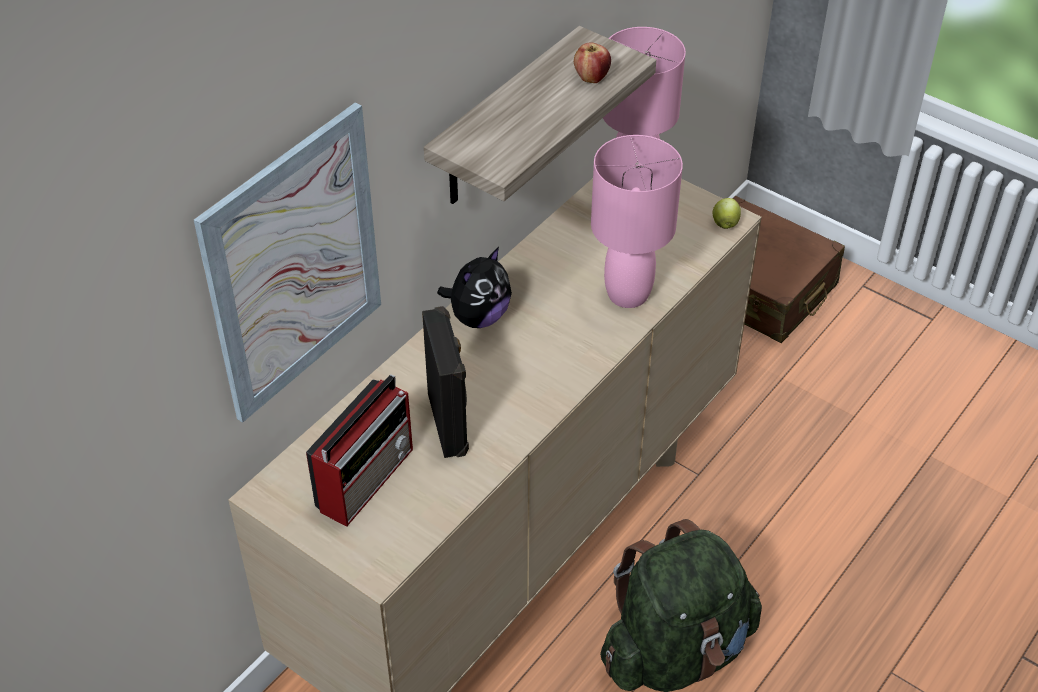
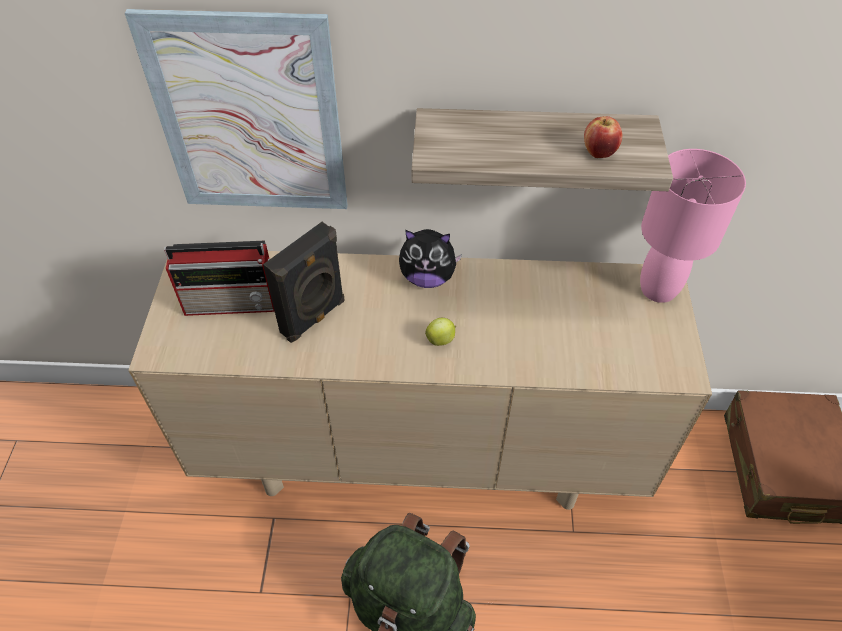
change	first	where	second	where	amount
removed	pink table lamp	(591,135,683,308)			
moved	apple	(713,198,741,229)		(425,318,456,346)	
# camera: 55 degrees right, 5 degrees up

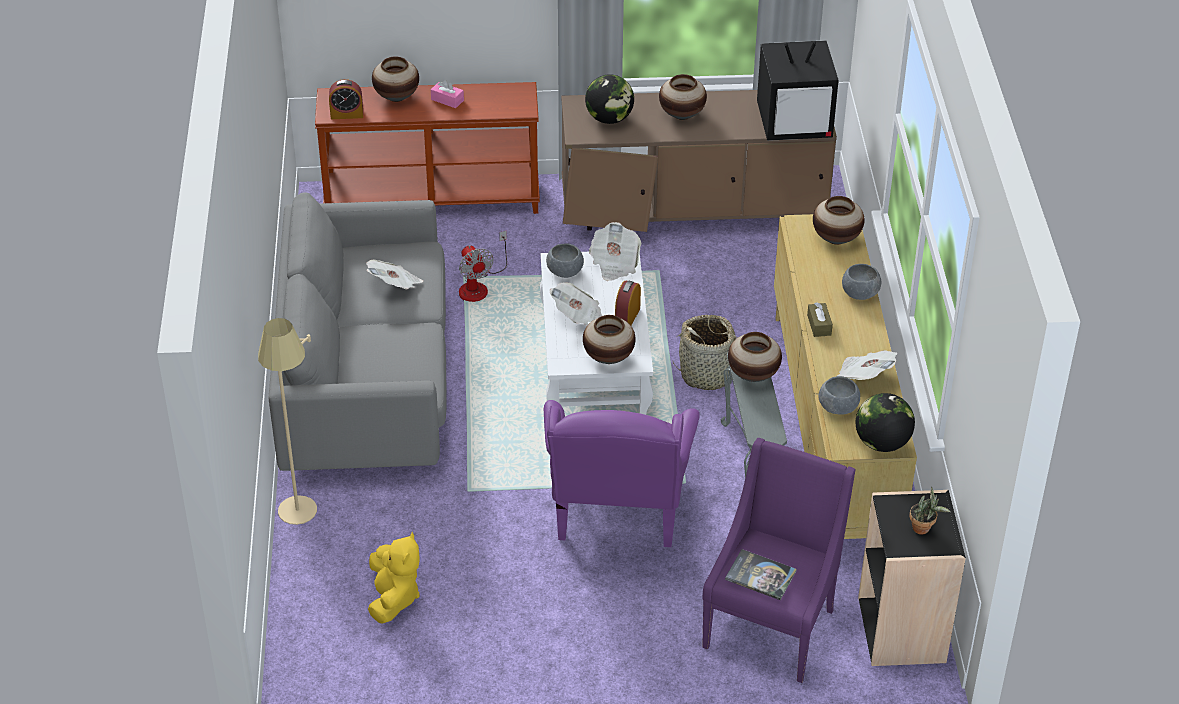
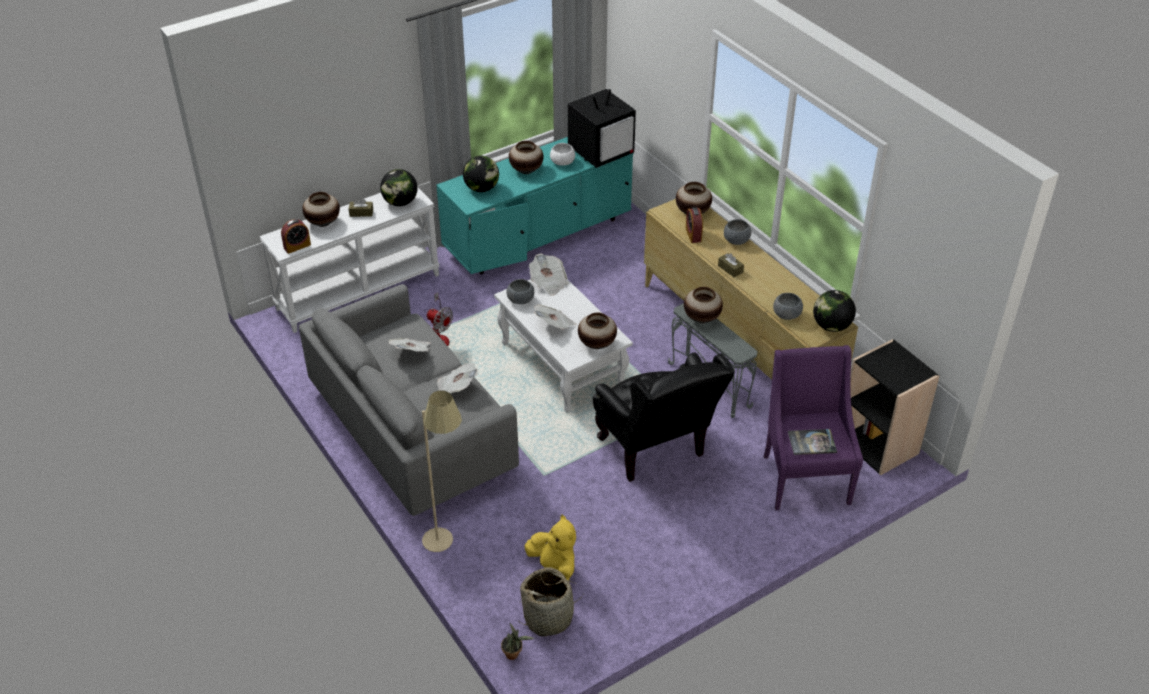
change	first	where	second	where	amount
added			globe	(380,169,418,206)	
added			white bowl	(550,143,575,166)	
moved	alarm clock	(615,280,641,325)		(686,207,703,243)	
moved	basket	(673,315,737,390)		(520,567,584,637)	
moved	newspaper	(837,350,897,380)		(437,363,478,393)	
moved	potted plant	(909,486,951,535)		(501,623,534,660)	
recoloured	brown console table	(315,82,540,214)	white console table	(260,188,440,333)	
recoloured	pink tissue box	(431,80,464,108)	brown tissue box	(349,198,373,217)	
recoloured	purple armchair	(544,400,700,547)	black armchair	(593,353,735,482)	
recoloured	brown tv stand	(561,90,837,232)	turquoise tv stand	(437,137,633,274)	
# camera: 30 degrees left, 0 degrees up

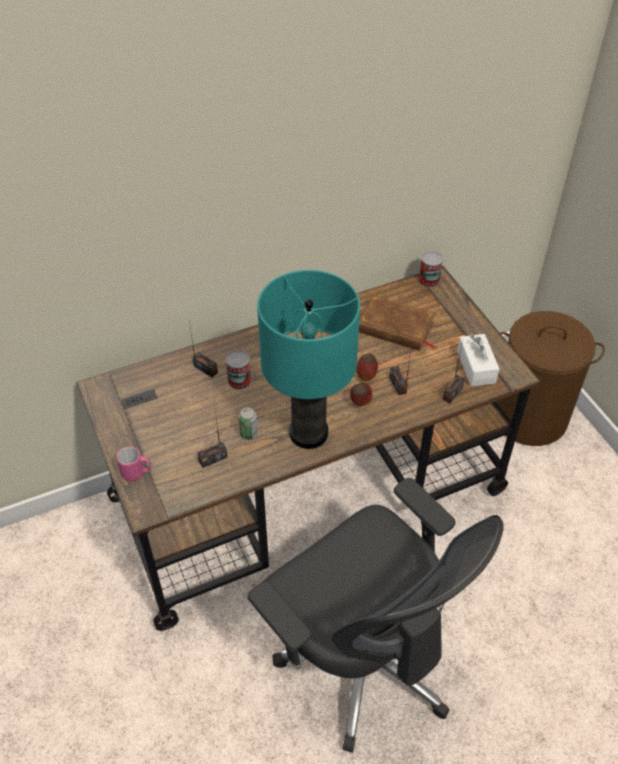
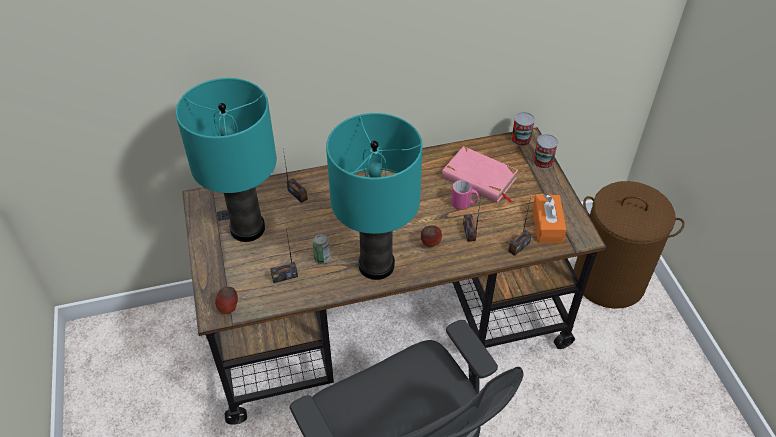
change	first	where	second	where	amount
added			turquoise table lamp	(176,78,277,242)	
moved	pink mug	(117,447,152,481)		(451,180,479,210)	
moved	can	(226,350,251,390)		(533,134,558,169)	
moved	apple	(356,354,378,381)		(215,287,238,314)	
recoloured	brown book	(359,295,435,351)	pink book	(442,146,518,203)	
recoloured	white tissue box	(457,334,499,387)	orange tissue box	(532,195,566,243)	
# camera: 10 degrees right, 0 degrees up

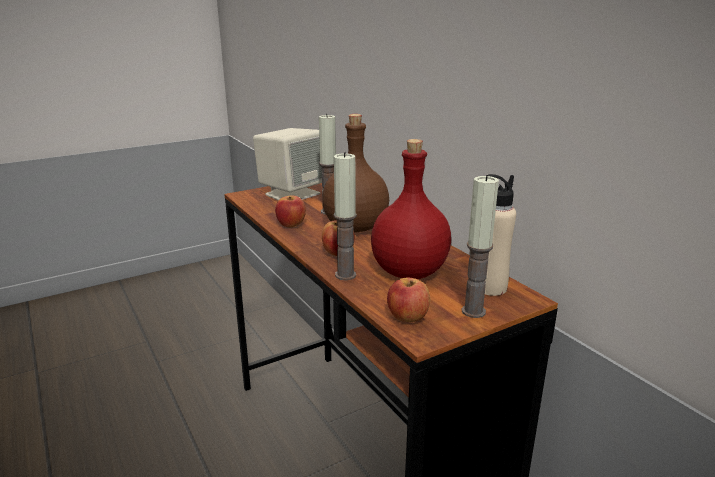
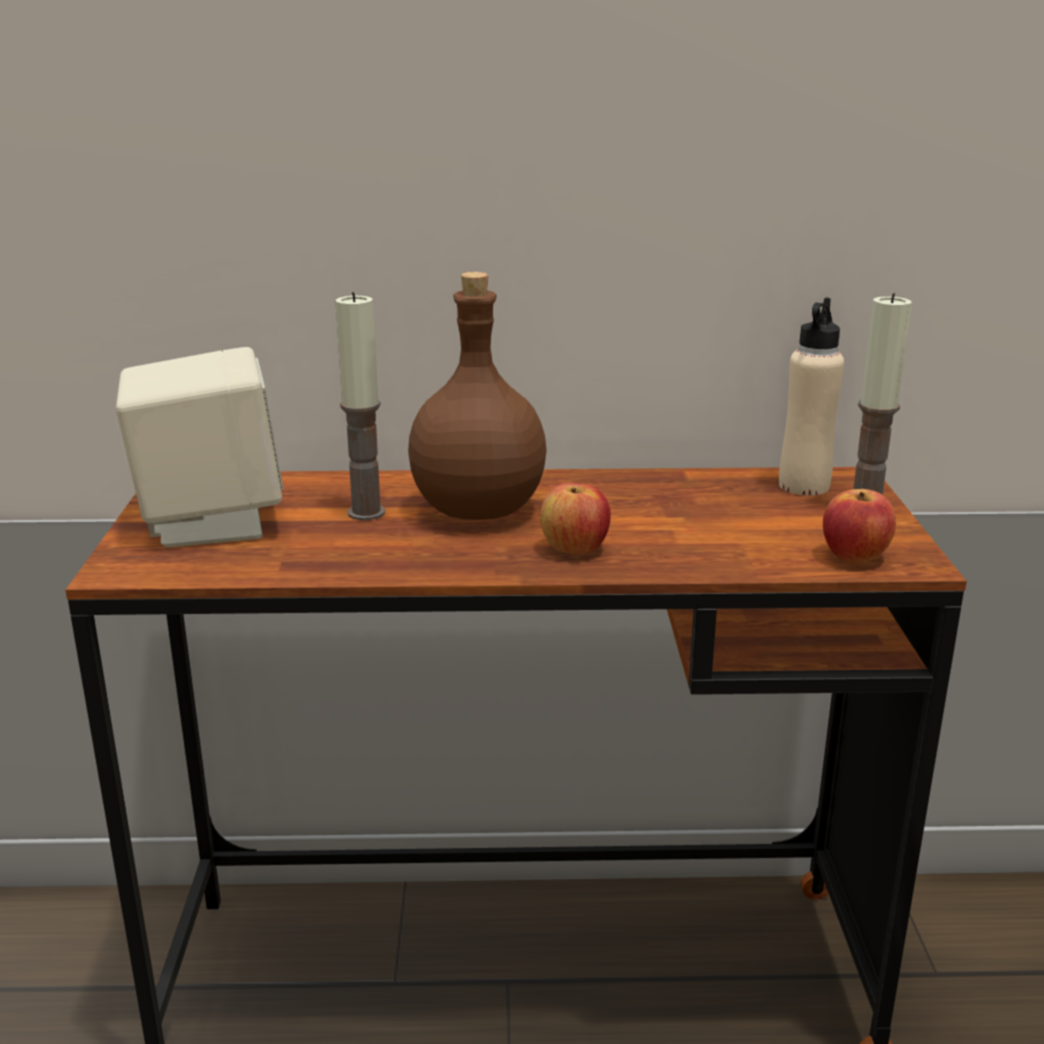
change	first	where	second	where	amount
removed	apple	(275,195,306,228)			
removed	candle	(334,152,357,280)			
removed	red bottle	(371,139,451,279)			
# camera: 60 degrees left, 0 degrees up

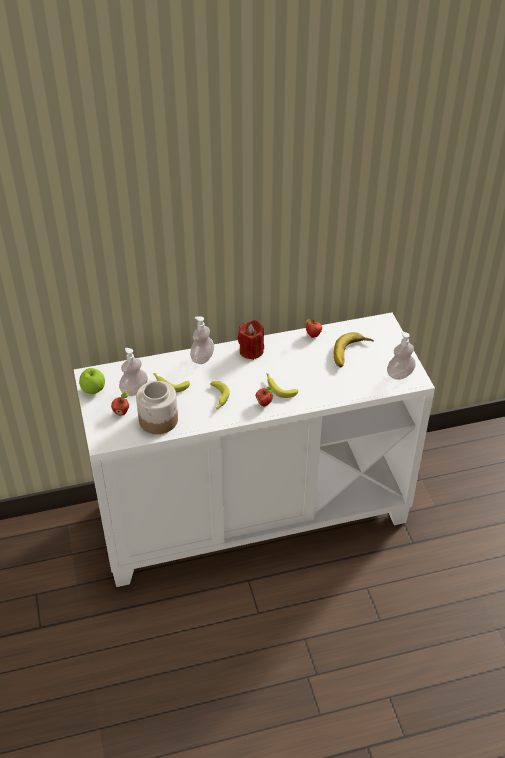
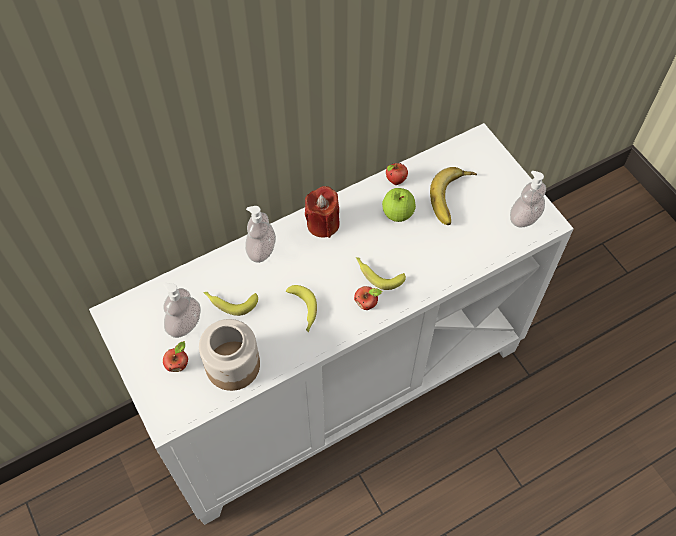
change	first	where	second	where	amount
moved	apple	(79,368,105,394)		(382,188,416,222)	
# camera: 15 degrees left, 15 degrees up

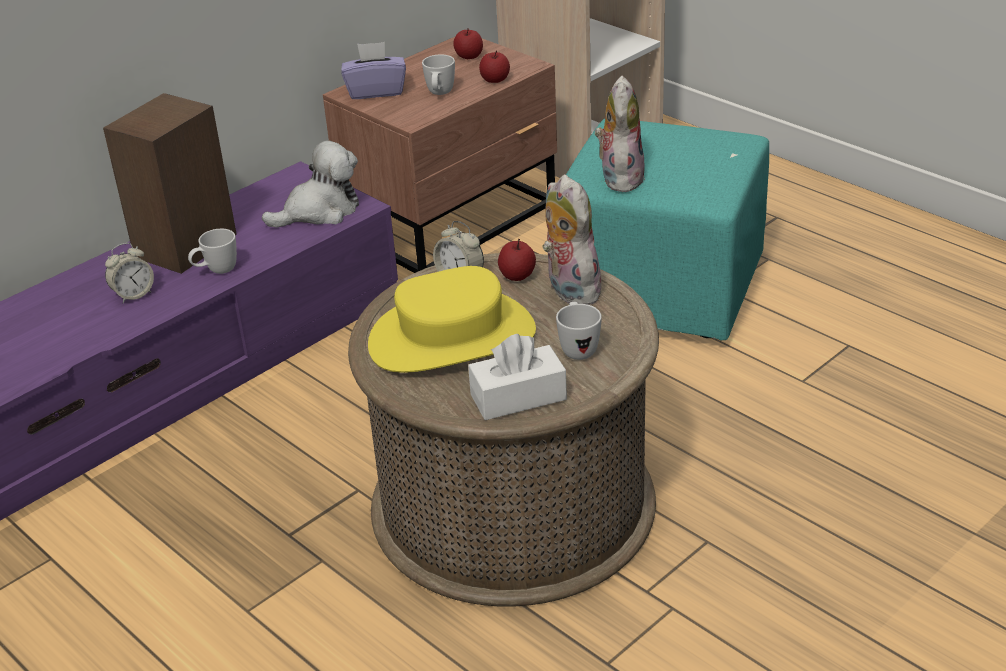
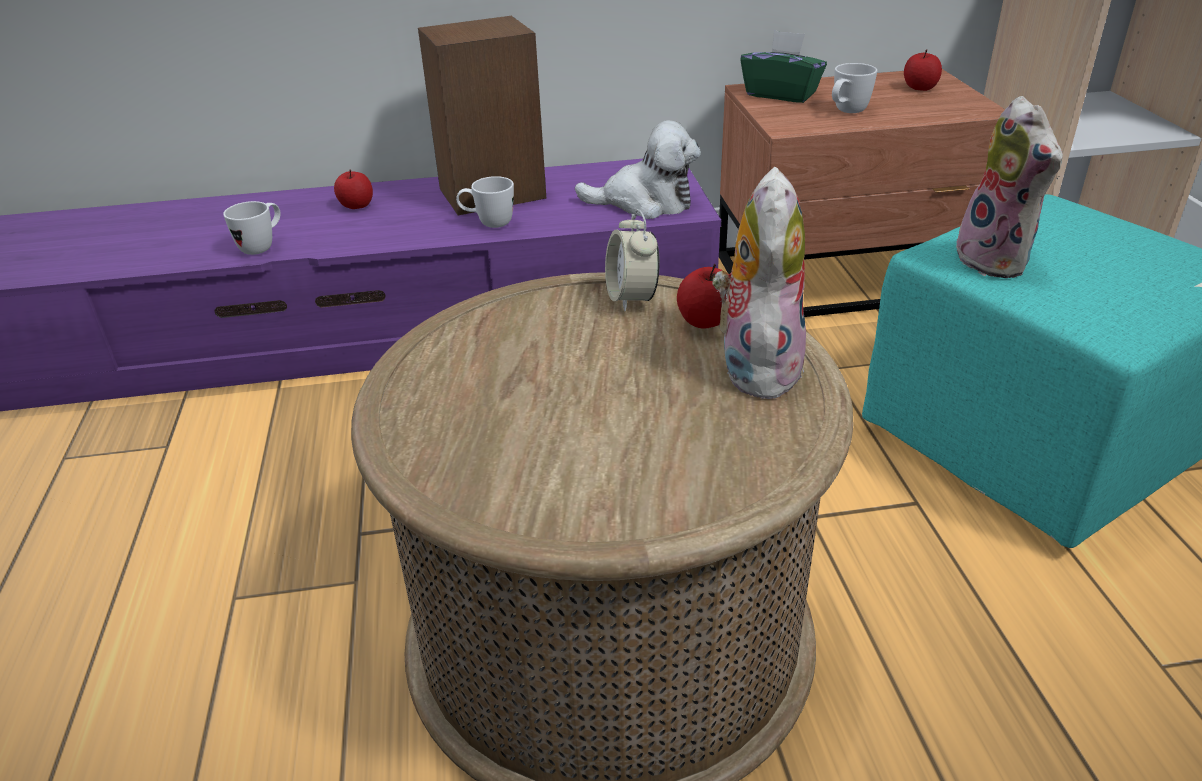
change	first	where	second	where	amount
removed	alarm clock	(105,243,154,303)			
removed	yellow hat	(368,266,536,373)			
removed	white tissue box	(468,334,567,420)			
moved	apple	(479,50,510,83)		(334,169,373,209)	
moved	white mug	(556,302,602,360)		(223,201,281,255)	
recoloured	purple tissue box	(341,42,406,99)	green tissue box	(740,30,827,103)	
turned	plush toy	(595,76,645,192)		(950,96,1063,278)	120 degrees clockwise
# camera: 35 degrees right, 0 degrees up

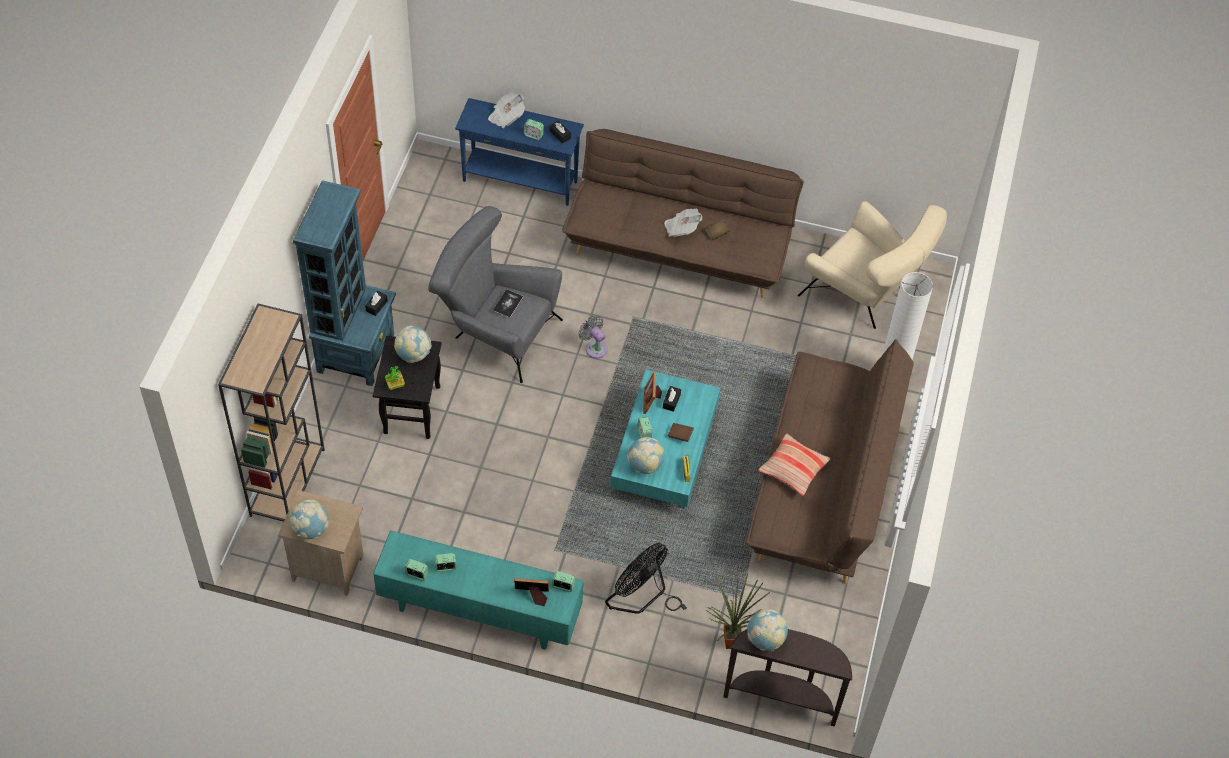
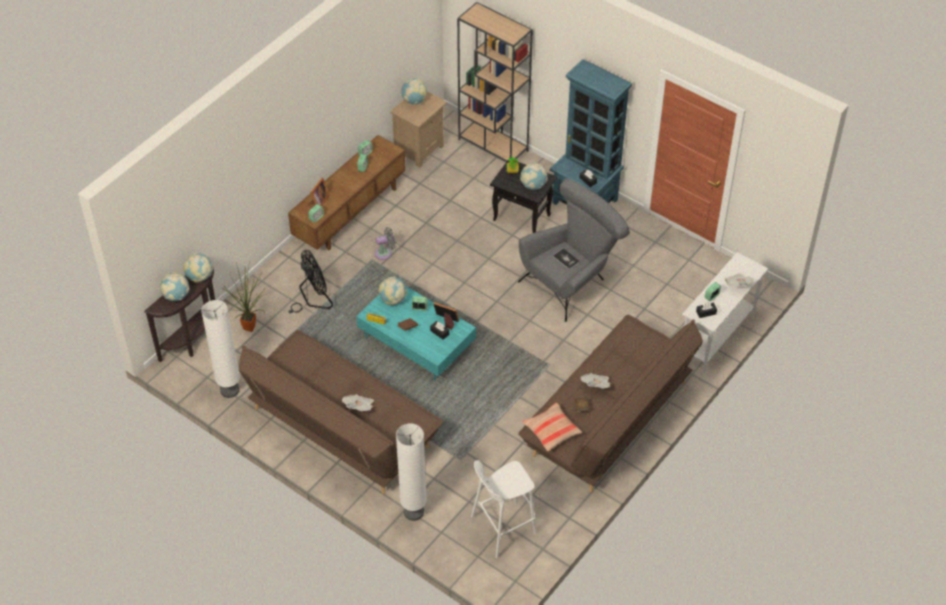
change	first	where	second	where	amount
added			globe	(160,272,189,301)	
added			white floor lamp	(201,300,240,398)	
added			newspaper	(342,394,374,411)	
moved	grey fan	(578,315,608,359)		(375,227,395,260)	
moved	pillow	(758,433,830,496)		(523,403,582,451)	
replaced	beige armchair	(798,201,947,329)	white stool	(471,460,536,558)	
recoloured	turquoise tv stand	(373,531,583,649)	brown tv stand	(288,135,406,250)	
recoloured	blue console table	(455,98,584,206)	white console table	(682,252,768,373)	
# camera: 115 degrees right, 5 degrees down

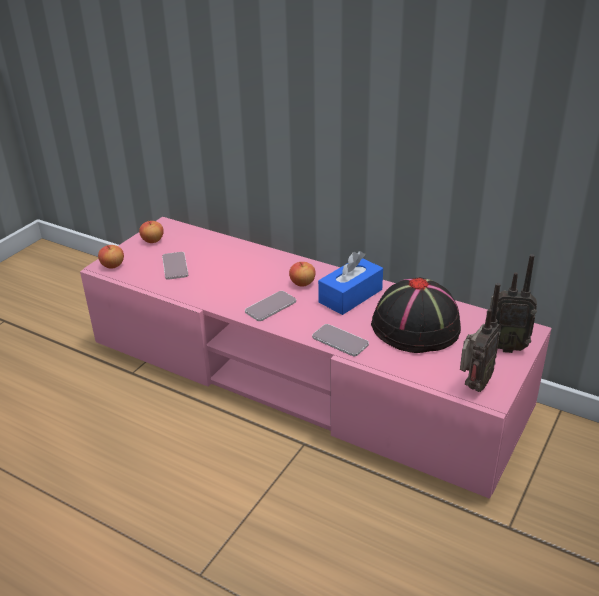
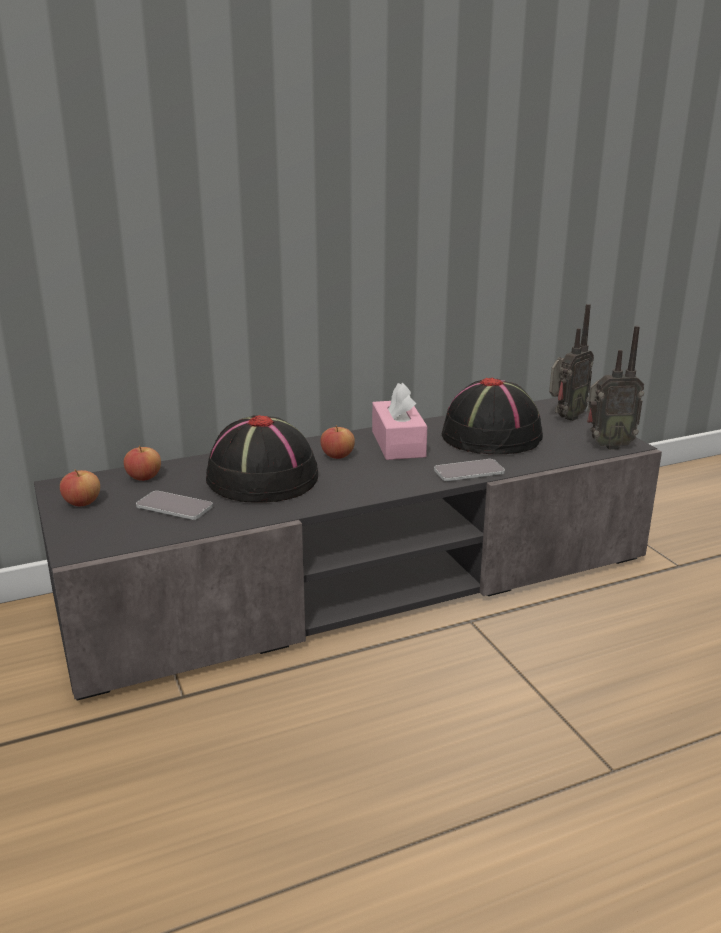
change	first	where	second	where	amount
removed	phone	(245,291,296,321)			
added			black hat	(206,415,318,503)	
moved	apple	(98,245,124,269)		(124,446,161,481)	
recoloured	pink tv stand	(80,217,552,499)	grey tv stand	(34,397,662,701)	
recoloured	blue tissue box	(318,251,383,315)	pink tissue box	(372,382,427,460)	
turned	radio	(460,283,501,392)		(587,326,644,450)	105 degrees clockwise
# camera: 55 degrees left, 10 degrees down

